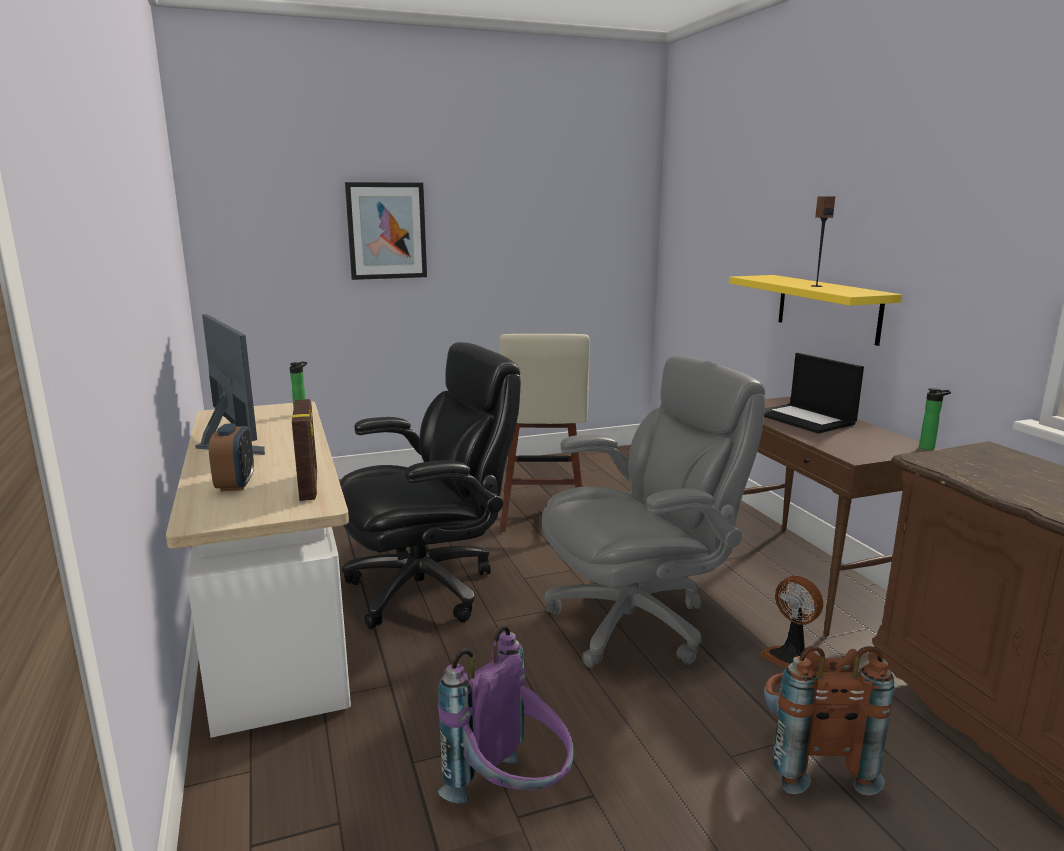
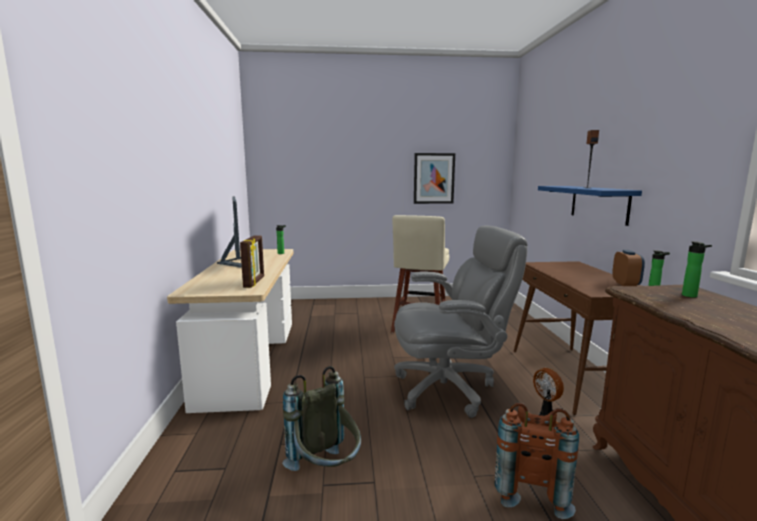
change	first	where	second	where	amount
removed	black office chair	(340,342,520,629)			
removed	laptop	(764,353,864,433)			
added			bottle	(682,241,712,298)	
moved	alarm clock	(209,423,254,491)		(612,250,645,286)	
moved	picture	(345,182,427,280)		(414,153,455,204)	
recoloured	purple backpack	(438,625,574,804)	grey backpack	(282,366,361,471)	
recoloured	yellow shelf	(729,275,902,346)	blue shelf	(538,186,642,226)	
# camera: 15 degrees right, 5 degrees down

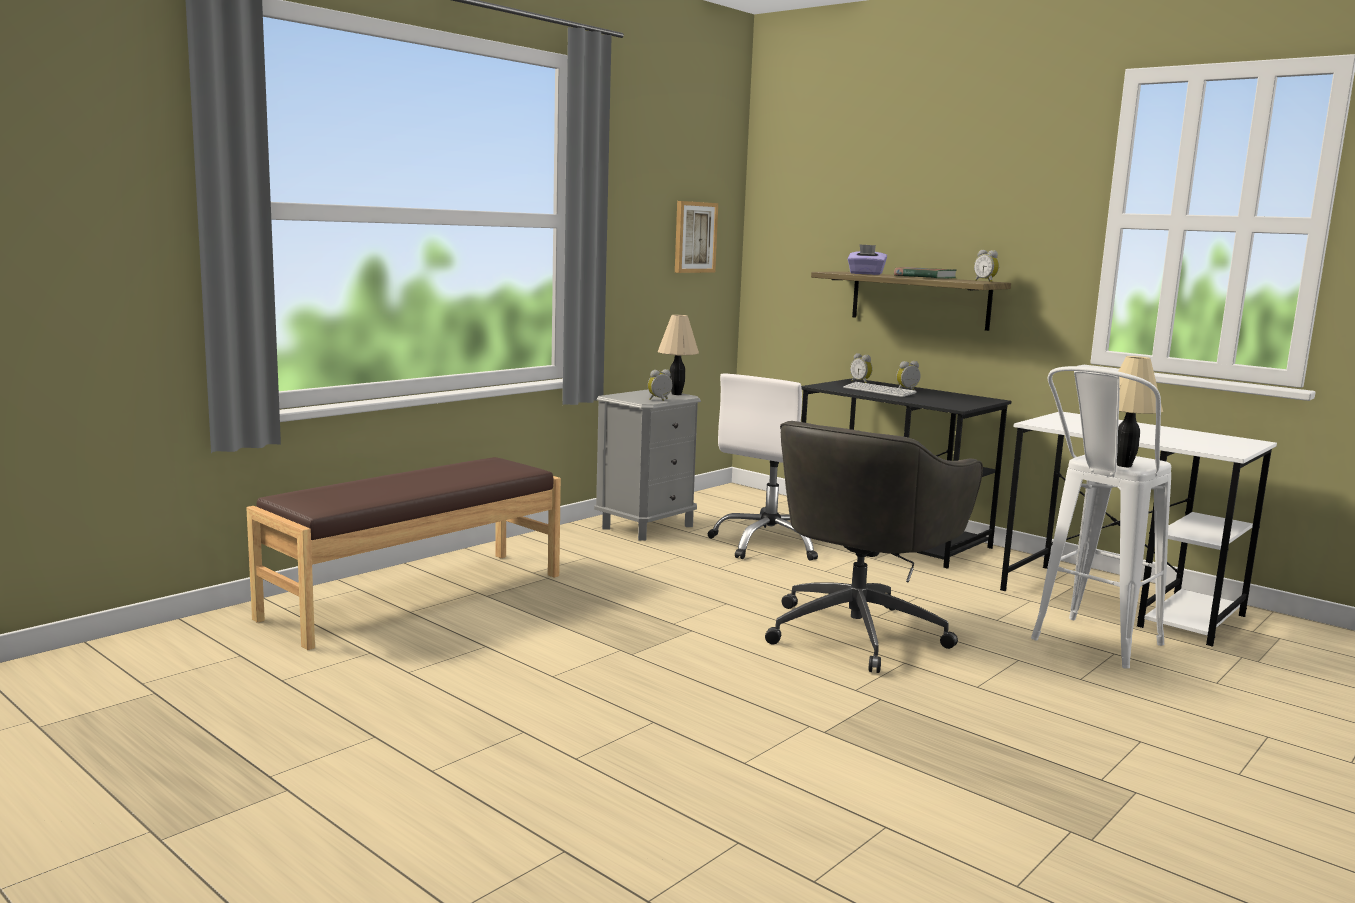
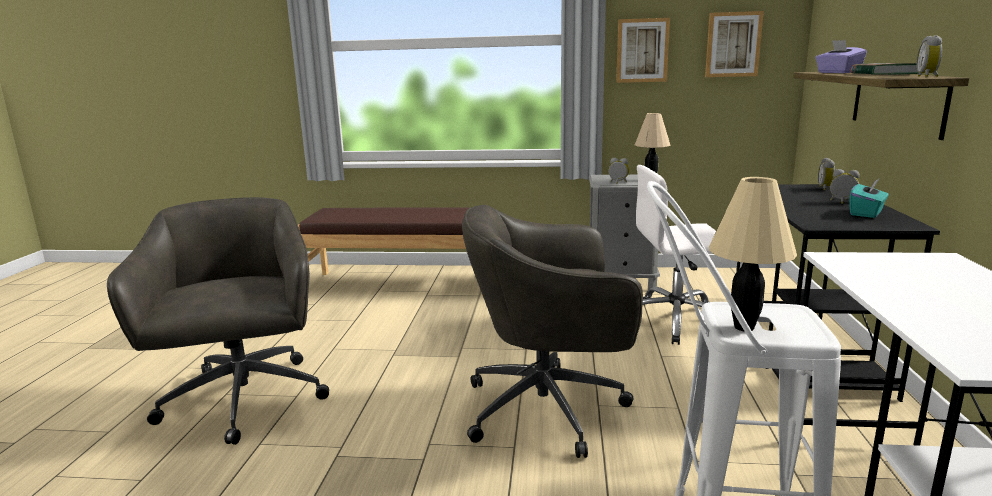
change	first	where	second	where	amount
removed	keyboard	(843,382,916,397)			
added			grey office chair	(107,197,329,445)	
added			picture	(616,18,670,83)	
added			turquoise tissue box	(849,178,889,218)	
# camera: 55 degrees right, 5 degrees up

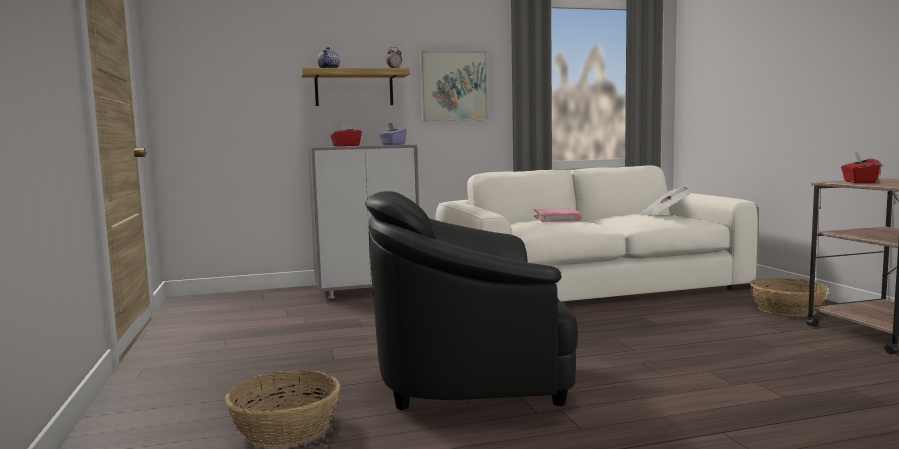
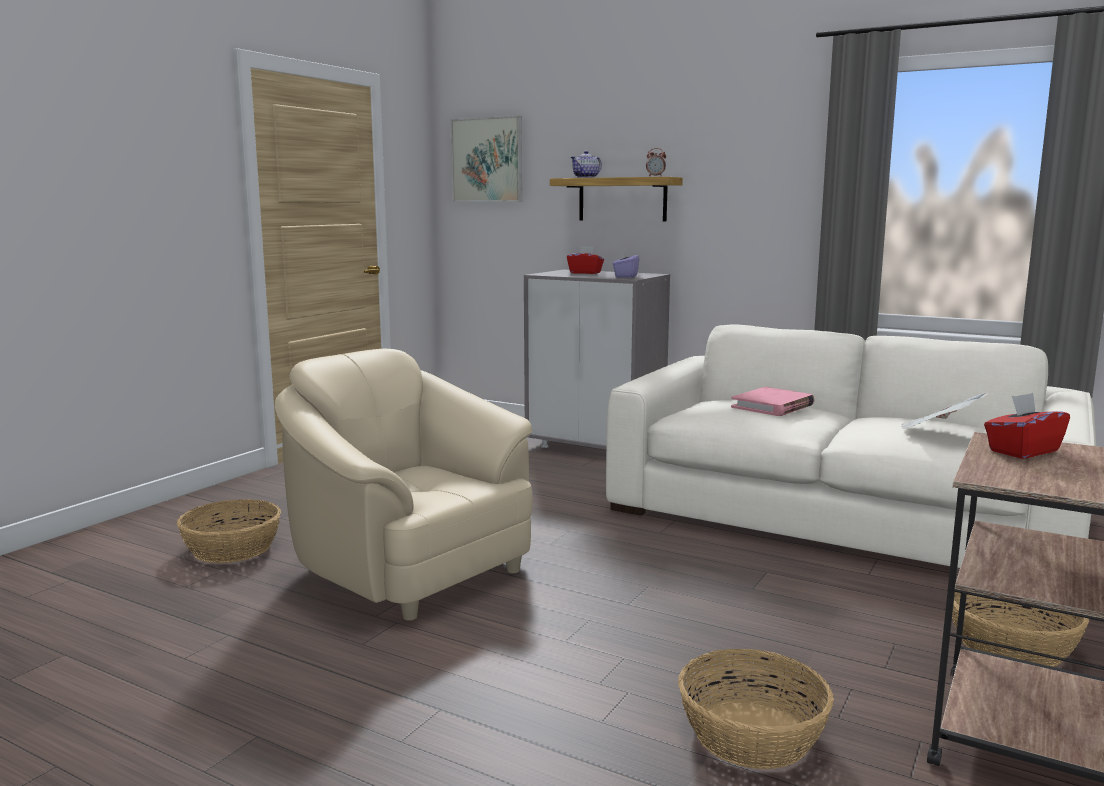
change	first	where	second	where	amount
added			basket	(678,649,834,769)	
moved	picture	(420,51,488,121)		(451,116,522,202)	
recoloured	black armchair	(365,191,578,410)	beige armchair	(275,349,533,621)	
# camera: 45 degrees right, 5 degrees up

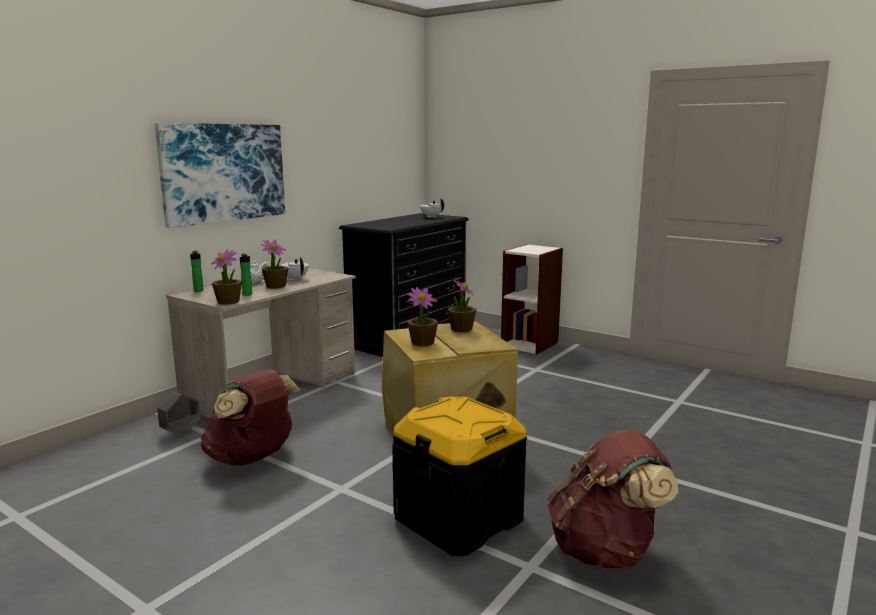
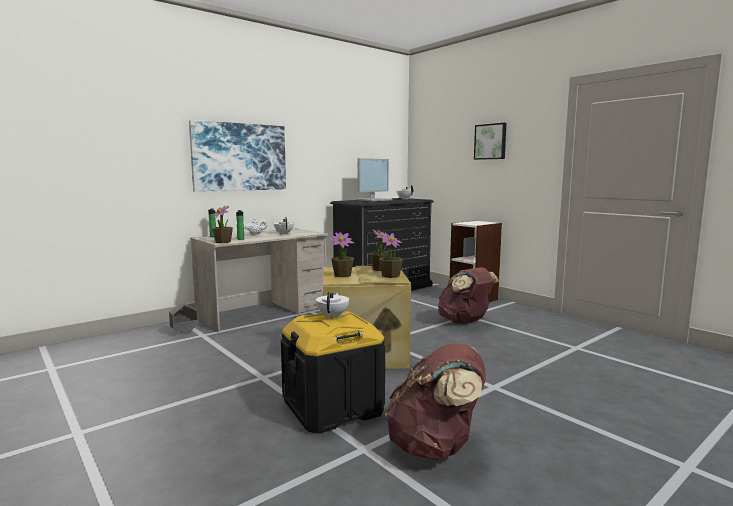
change	first	where	second	where	amount
added			white teapot	(316,292,349,319)	
added			monitor	(356,158,392,201)	
added			picture	(474,123,506,160)	
moved	brown backpack	(201,370,301,465)		(438,267,499,324)	
moved	potted plant	(261,240,289,289)		(379,233,403,278)	
# camera: 15 degrees right, 5 degrees down

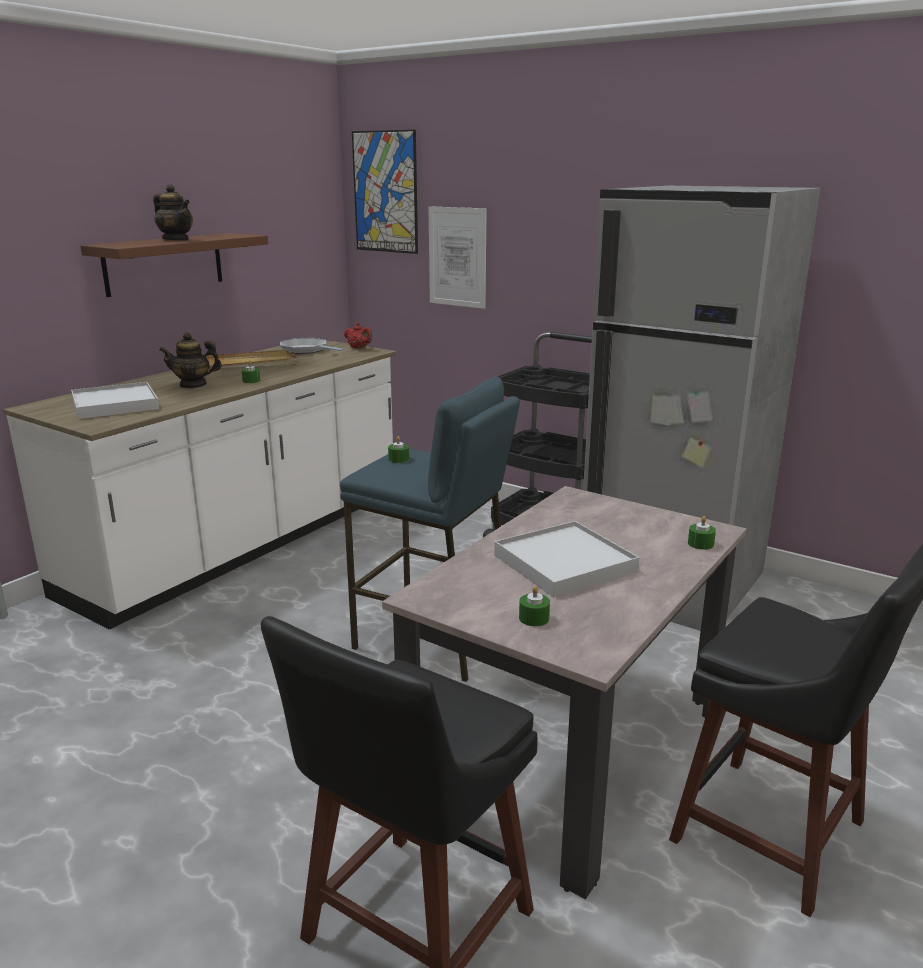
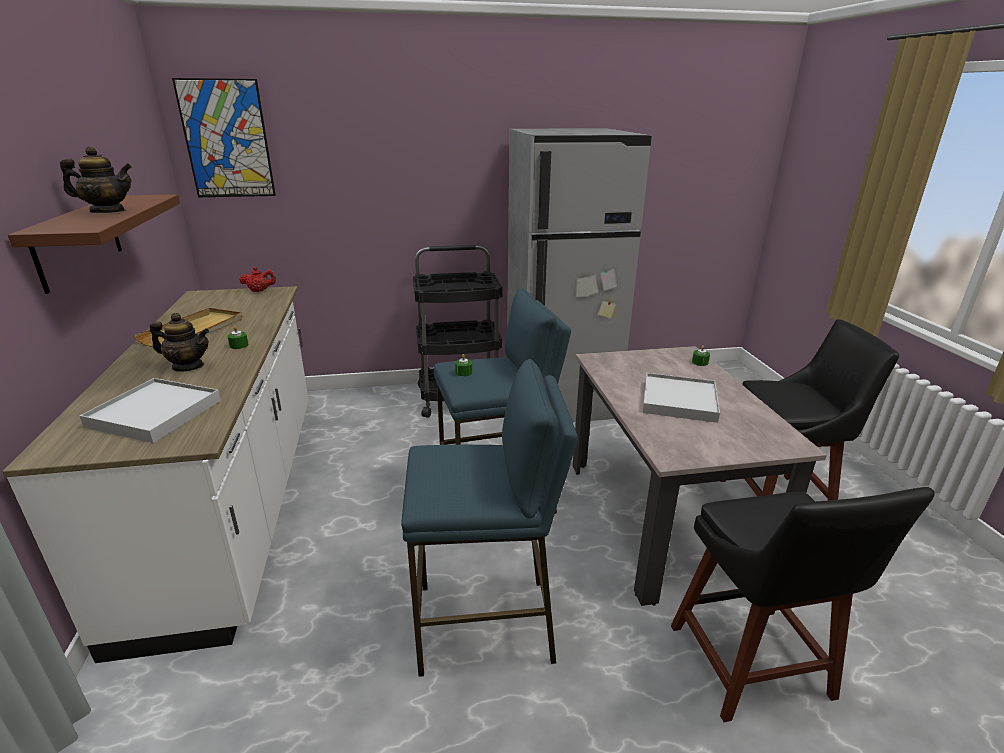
change	first	where	second	where	amount
removed	frying pan	(280,338,344,354)			
removed	picture	(429,206,487,309)			
removed	green candle	(519,586,550,626)			
added			blue stool	(401,359,578,677)	
turned	teapot	(159,332,222,388)		(150,313,209,372)	120 degrees counterclockwise
# camera: 45 degrees left, 5 degrees up

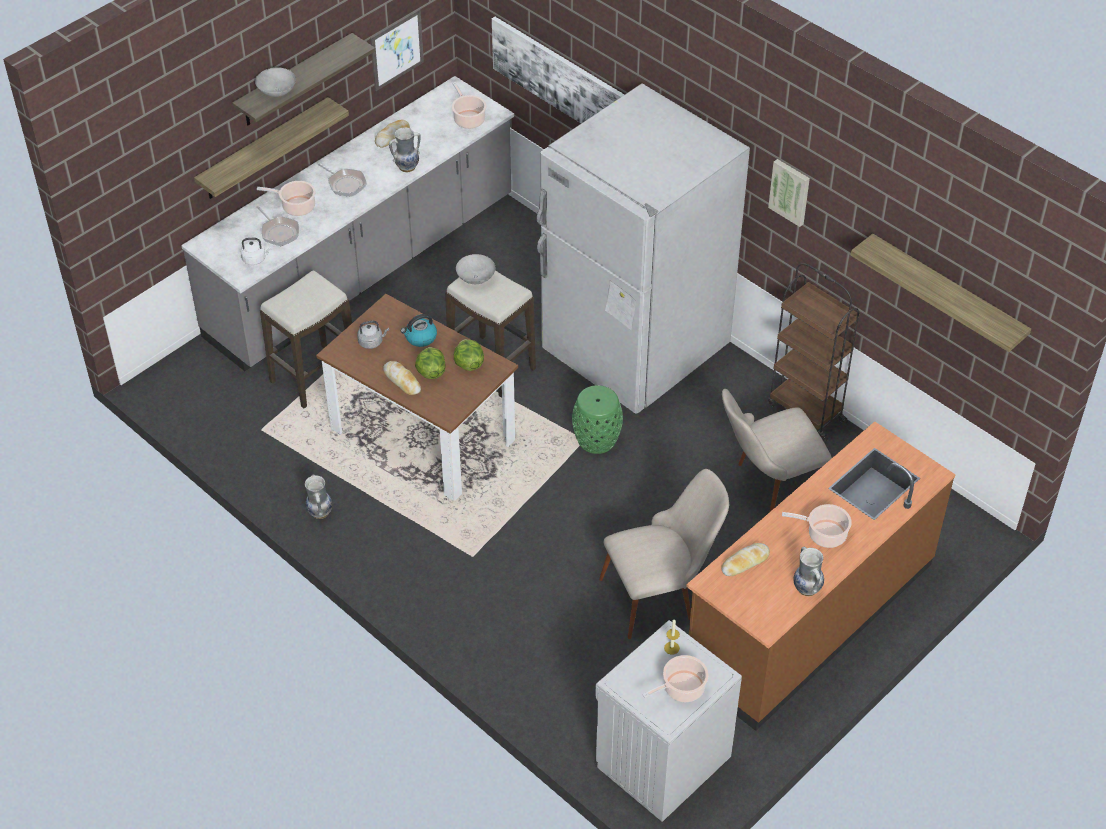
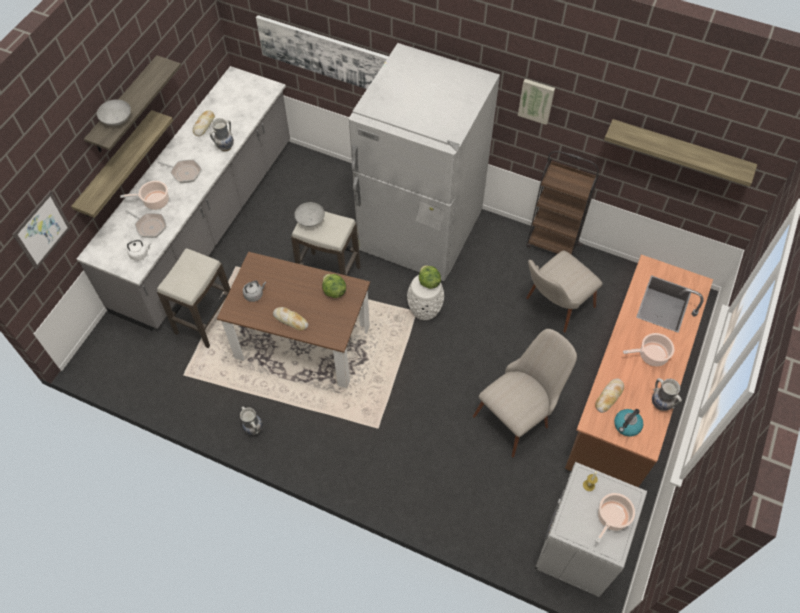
change	first	where	second	where	amount
removed	cooking pot	(452,82,486,129)			
moved	picture	(370,9,424,91)		(12,191,71,269)	
moved	kettle	(401,314,437,347)		(614,409,643,437)	
moved	lettuce	(415,347,446,379)		(419,265,441,289)	
recoloured	green stool	(572,385,623,454)	white stool	(407,275,444,320)	
# camera: 20 degrees left, 10 degrees up

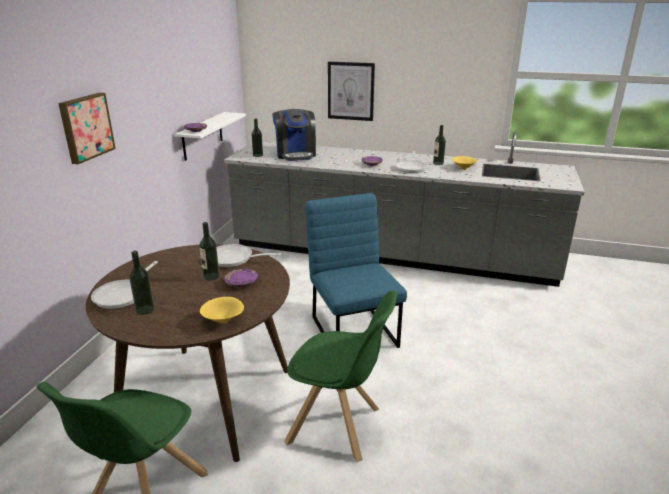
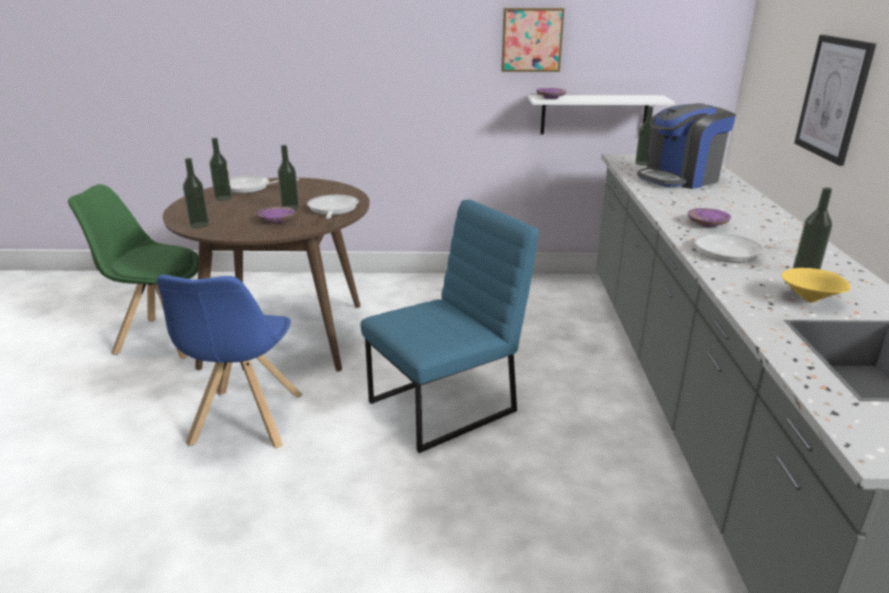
change	first	where	second	where	amount
moved	picture	(58,93,116,164)		(501,8,564,72)	
replaced	yellow bowl	(200,297,244,324)	bottle	(183,158,209,228)	
recoloured	green chair	(284,291,397,462)	blue chair	(156,275,303,449)	
# camera: 75 degrees right, 0 degrees up

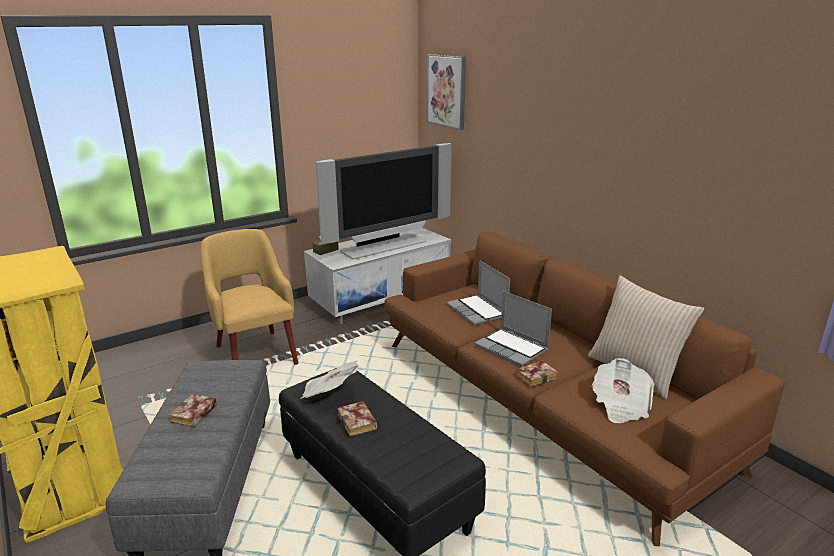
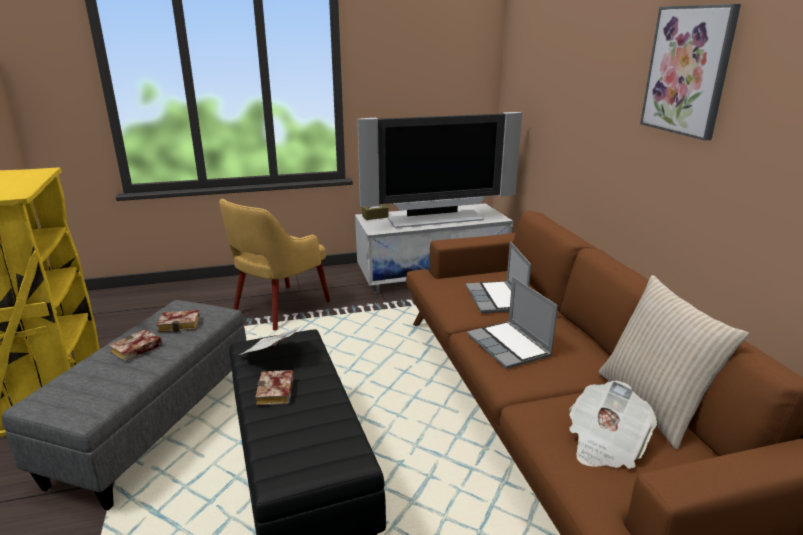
change	first	where	second	where	amount
moved	picture	(427,54,466,130)		(640,4,741,141)	
moved	book	(515,361,558,387)		(157,310,200,332)	
turned	yellow armchair	(201,229,298,365)		(219,199,330,330)	135 degrees counterclockwise
# camera: 20 degrees right, 0 degrees up

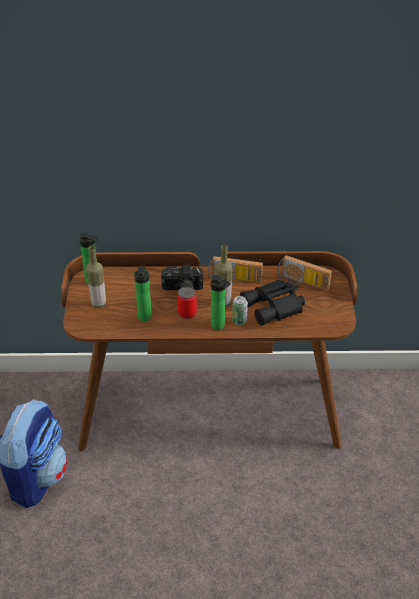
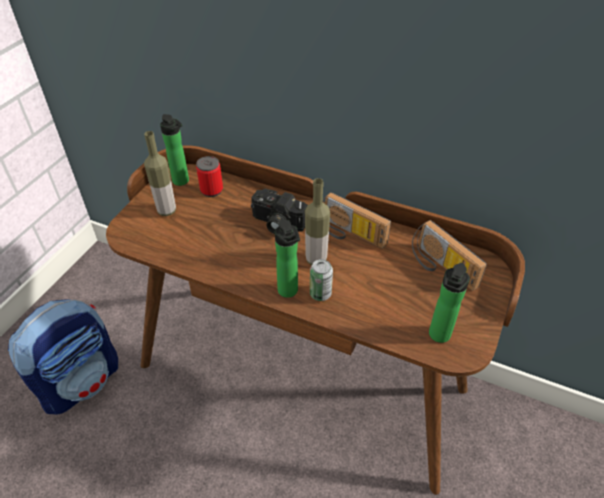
change	first	where	second	where	amount
removed	black binoculars	(240,280,305,326)			
moved	bottle	(134,266,152,321)		(429,263,470,343)	
moved	can	(178,287,197,319)		(196,156,223,197)	
# camera: 25 degrees right, 5 degrees up

